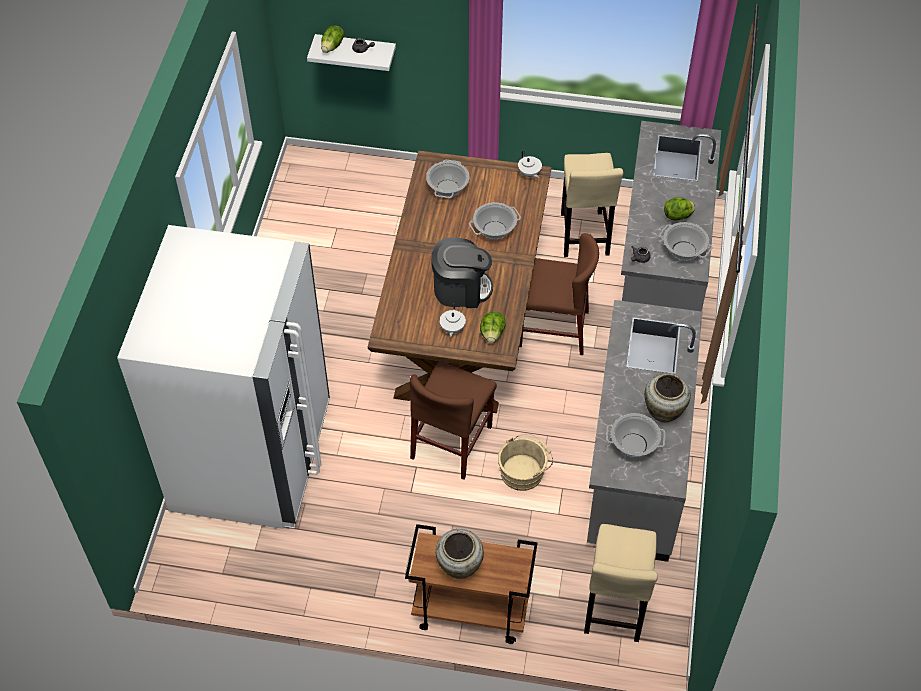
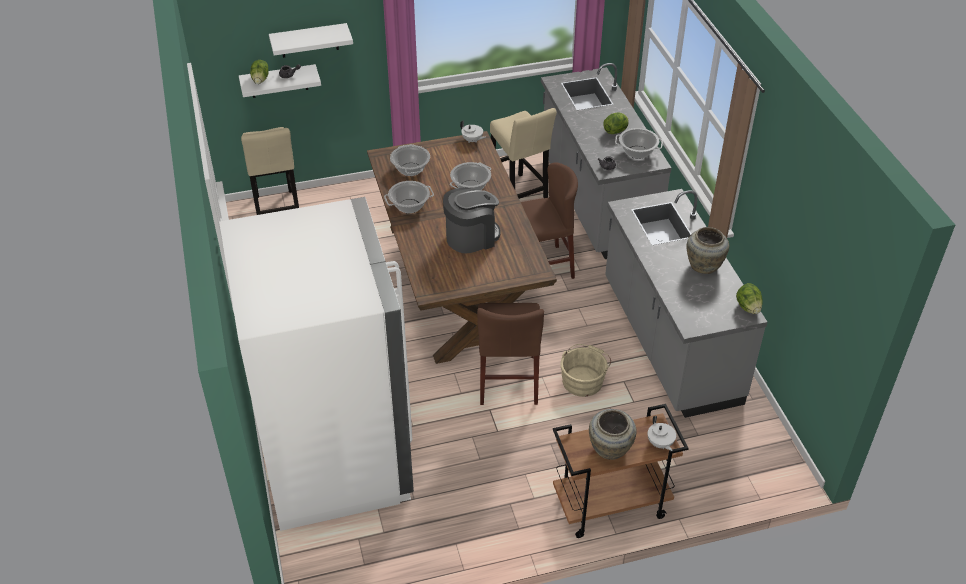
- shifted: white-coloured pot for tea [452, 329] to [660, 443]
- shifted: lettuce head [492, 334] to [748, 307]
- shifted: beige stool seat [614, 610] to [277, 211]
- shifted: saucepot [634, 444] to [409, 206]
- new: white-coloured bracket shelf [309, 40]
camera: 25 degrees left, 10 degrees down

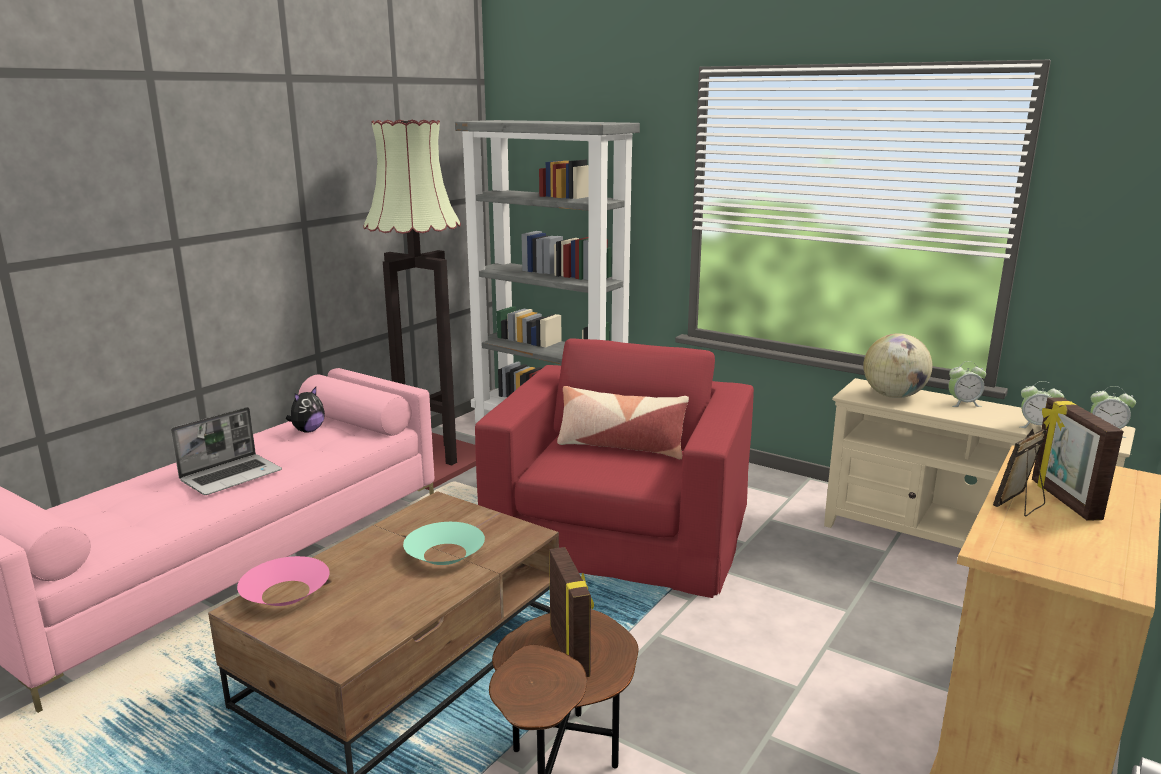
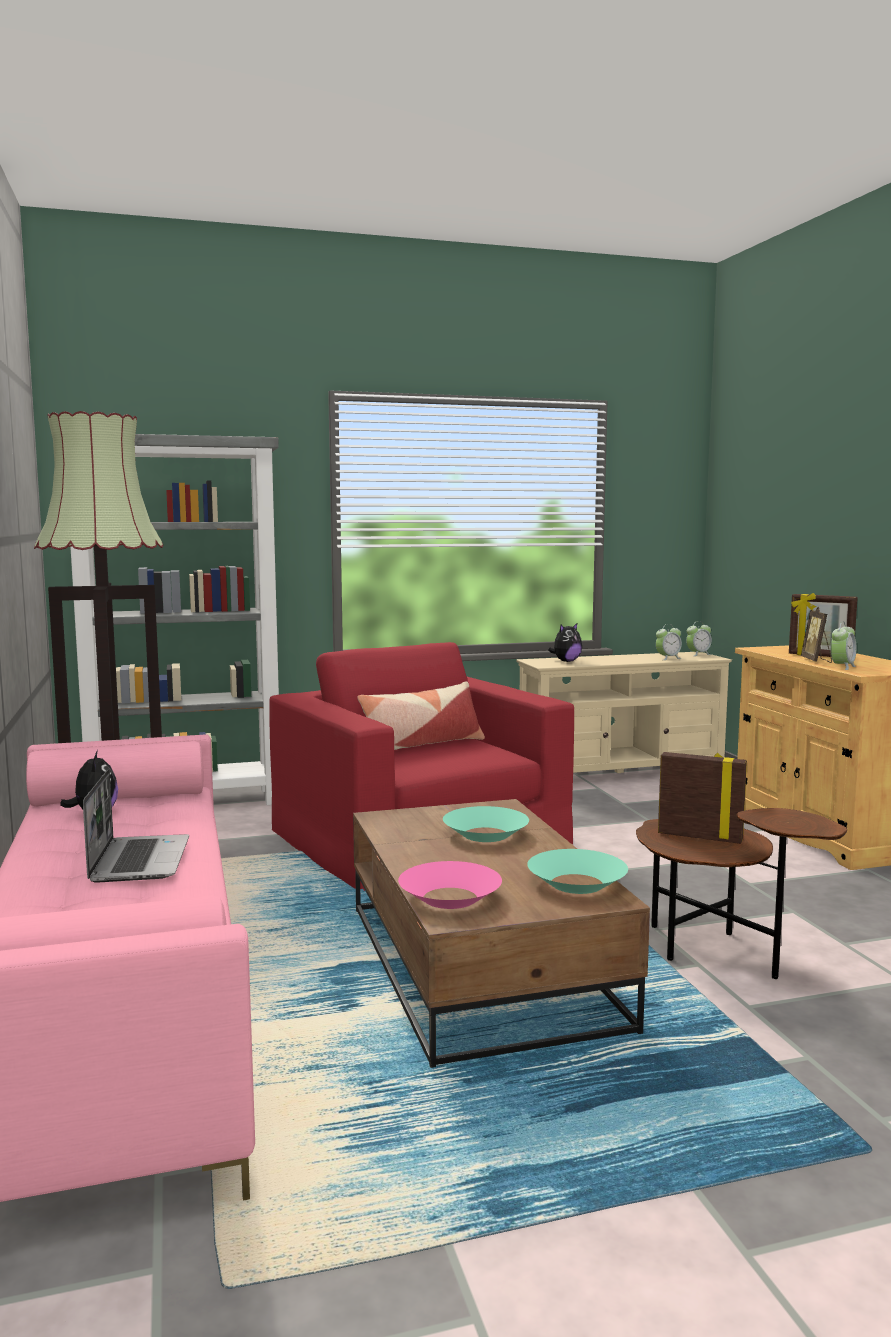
- swapped: world globe [893, 396] to cuddly toy [566, 661]
- shifted: alarm clock [963, 403] to [842, 667]
- new: turquoise-coloured deep dish [576, 883]
camera: 50 degrees left, 10 degrees down

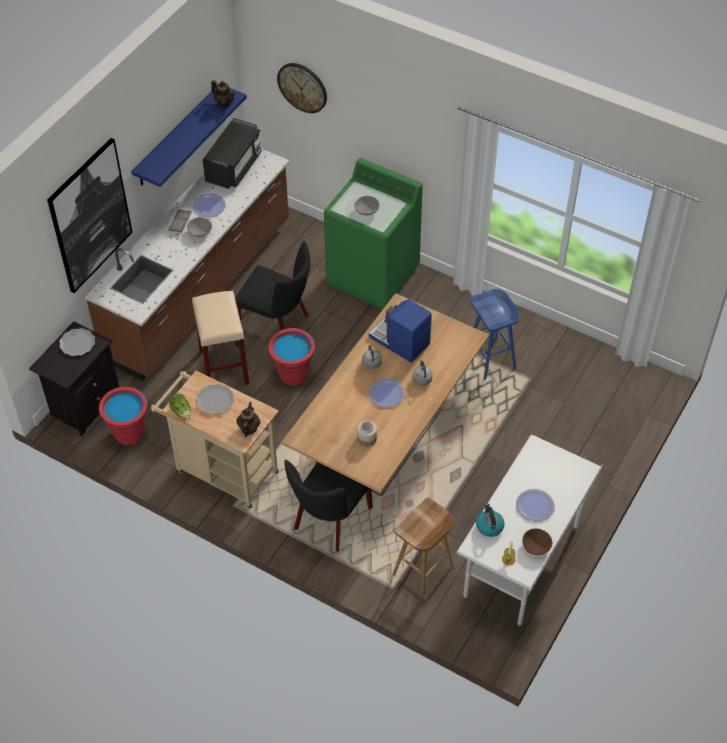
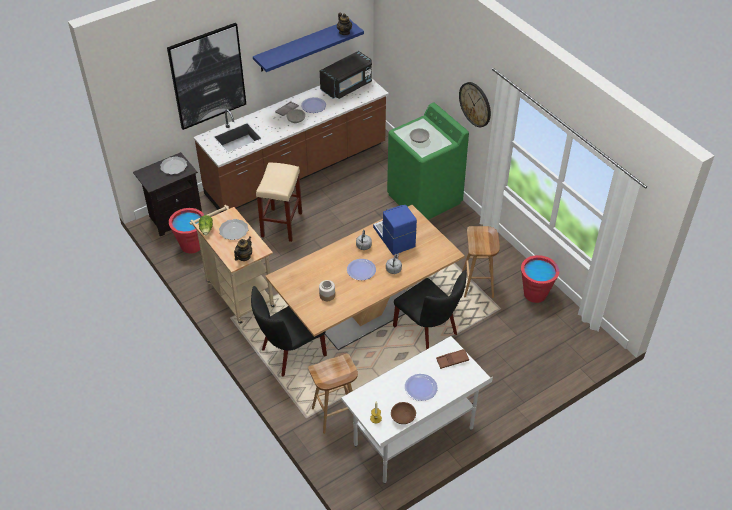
- shifted: black-coloured chair [277, 324] to [428, 332]
- shifted: reddish water bucket [293, 374] to [535, 294]
- shifted: wall clock [302, 87] to [475, 104]
- repainted: bluish stool seat [491, 359] to brown-coloured stool seat [478, 285]
- gone: tea kettle [489, 526]
- new: brown-coloured carrying tray [452, 360]
camera: 25 degrees right, 5 degrees down

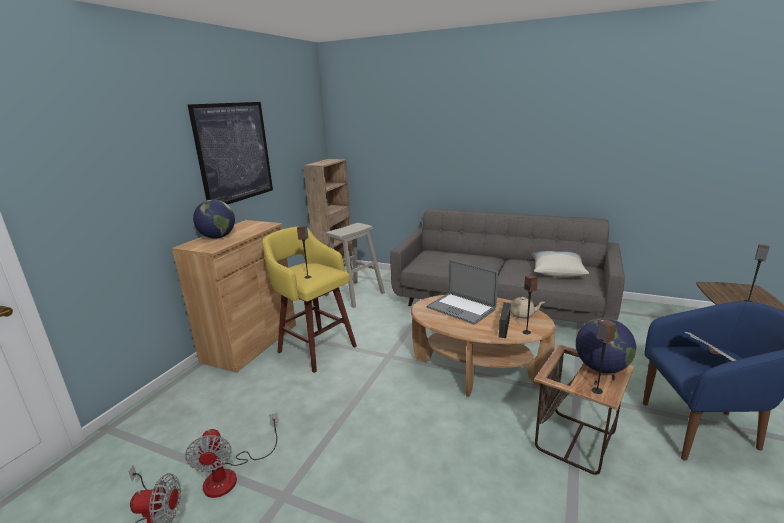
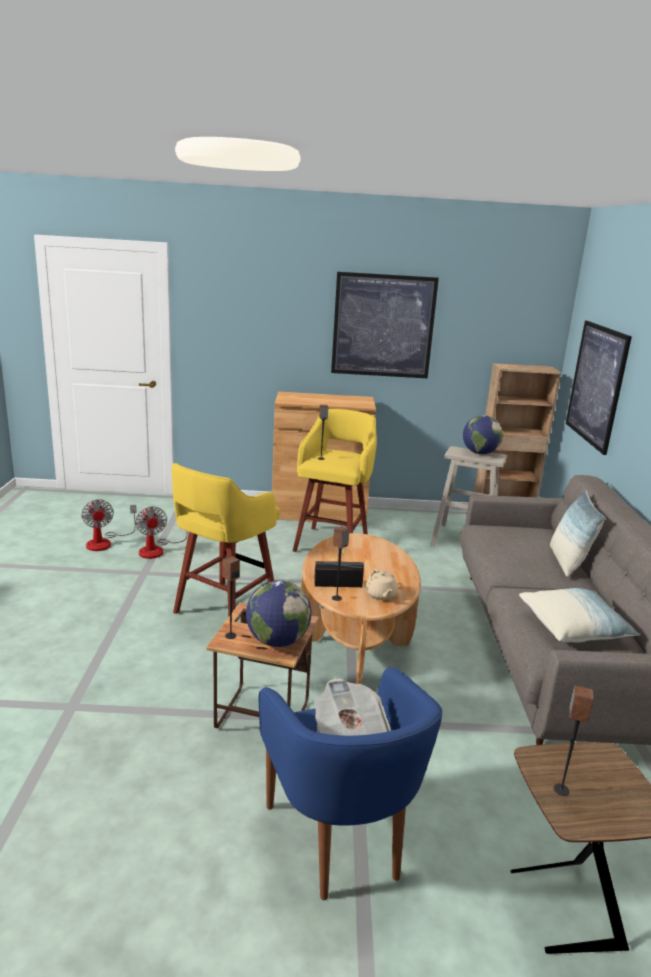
- rotated: electric fan [231, 475] = [157, 549] 75 degrees counterclockwise
- shifted: world globe [217, 237] to [479, 453]
- gone: laptop [461, 308]
- new: yellow stool seat [224, 610]
- new: cushion [567, 562]
- new: picture [596, 384]
camera: 65 degrees right, 0 degrees up

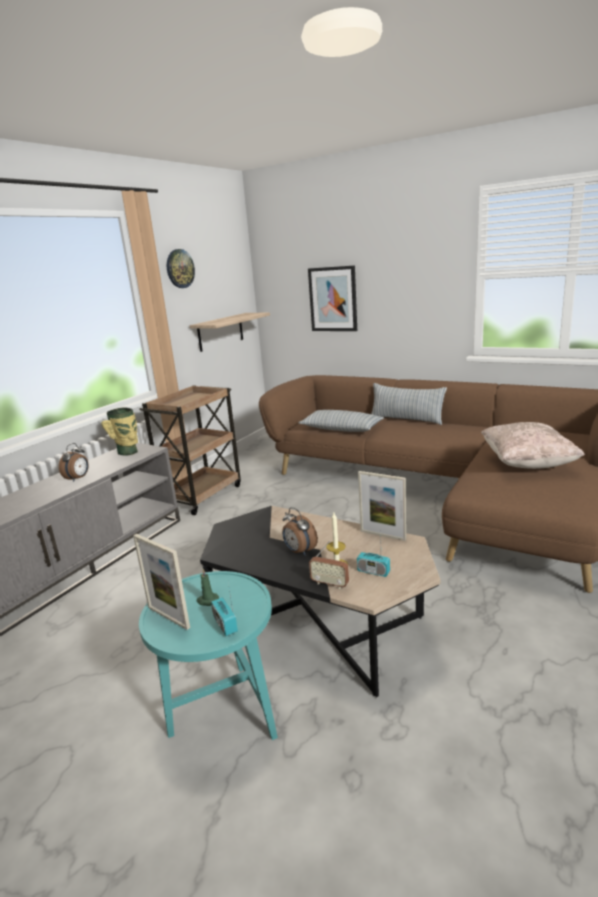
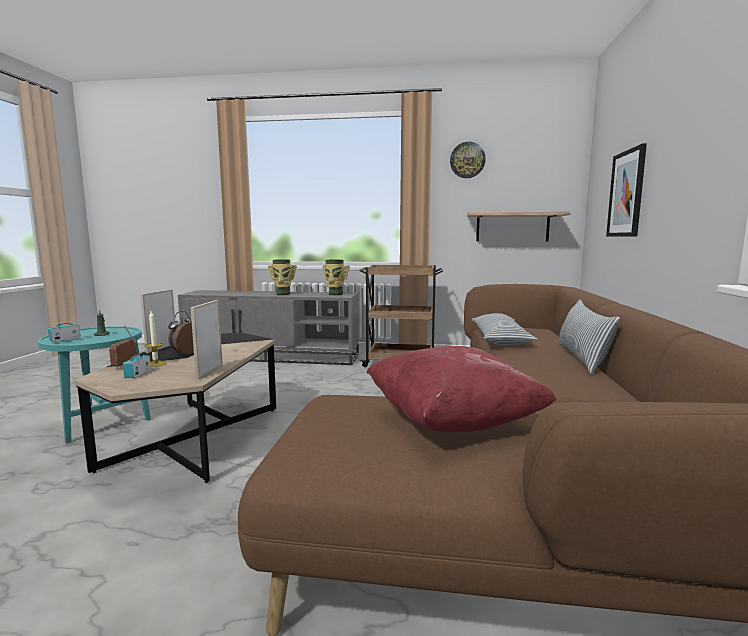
- swapped: alarm clock [78, 478] to vase [282, 294]
- shifted: standing frame [168, 617] to [161, 348]
- repainted: beige cushion [527, 463] to reddish cushion [452, 421]
camera: 65 degrees right, 10 degrees down

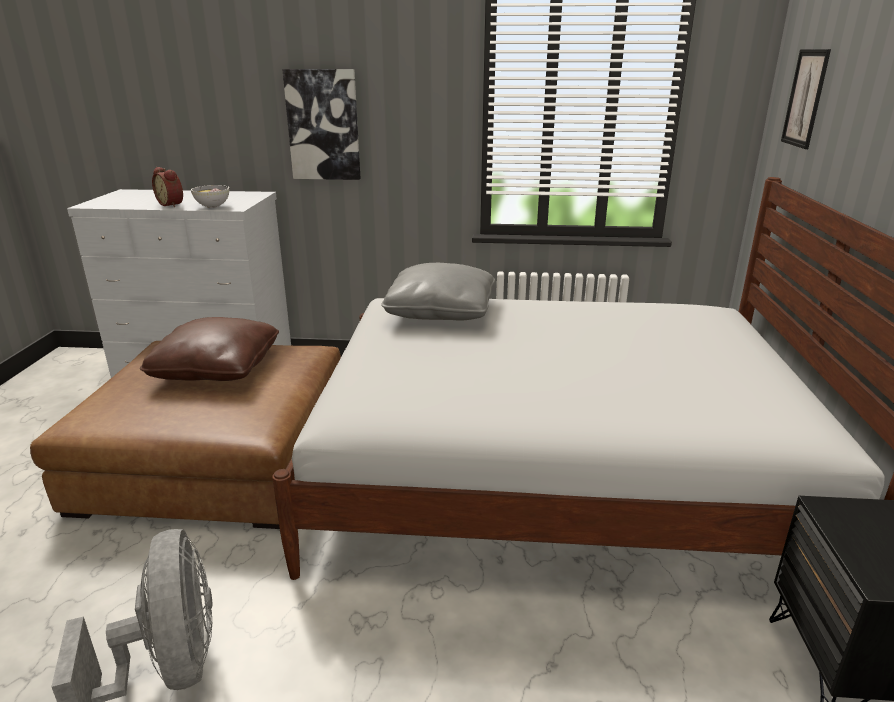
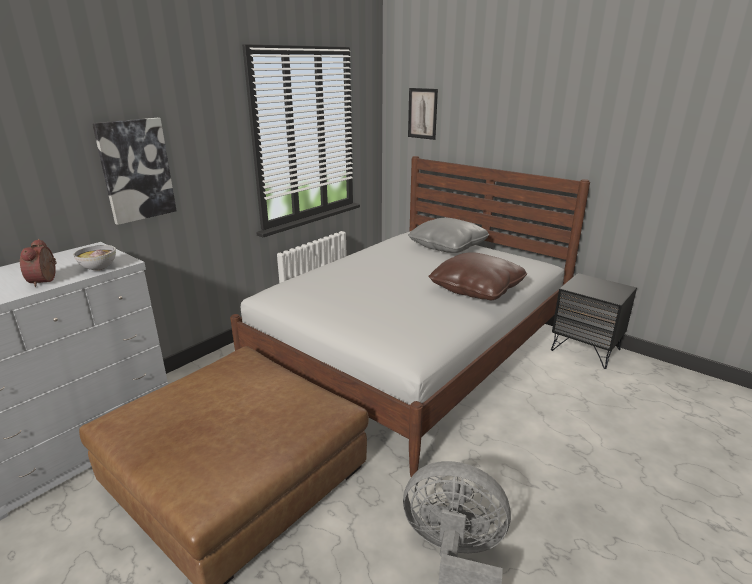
- shifted: brown-coloured cushion [216, 368] to [476, 289]
- rotated: alarm clock [172, 204] = [46, 281] 90 degrees clockwise
- shifted: gray cushion [440, 312] to [447, 247]
camera: 55 degrees left, 0 degrees up

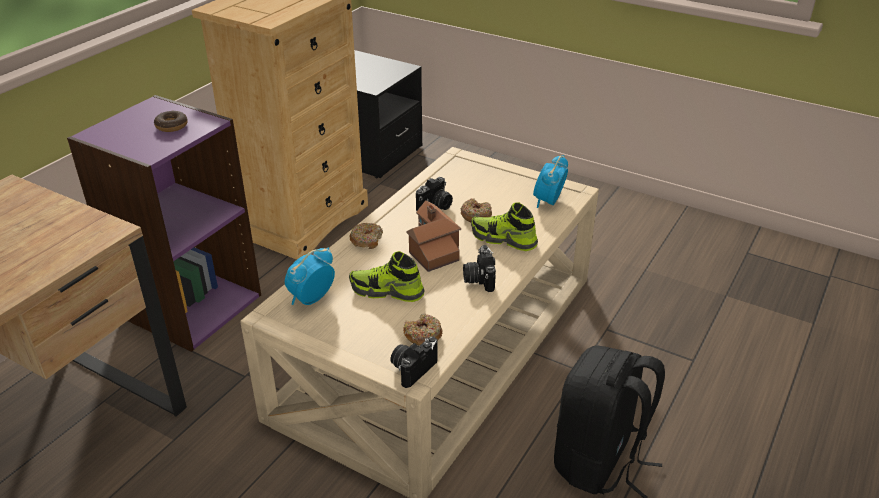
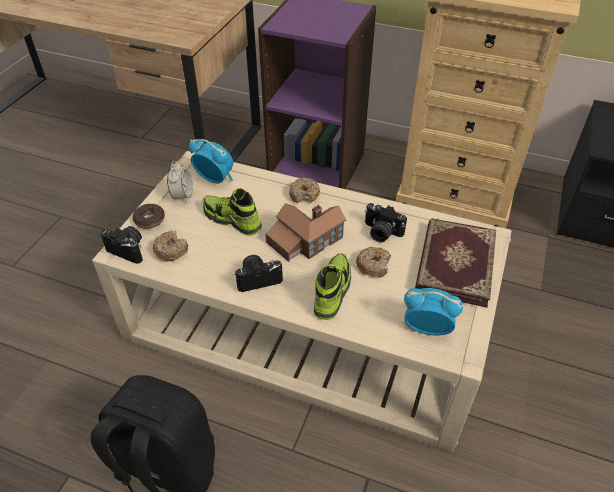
- shifted: doughnut [171, 126] to [149, 219]
- rotated: item of footwear [386, 291] = [232, 220] 60 degrees counterclockwise
- new: alarm clock [182, 195]
- new: book [454, 263]
camera: 80 degrees right, 10 degrees up

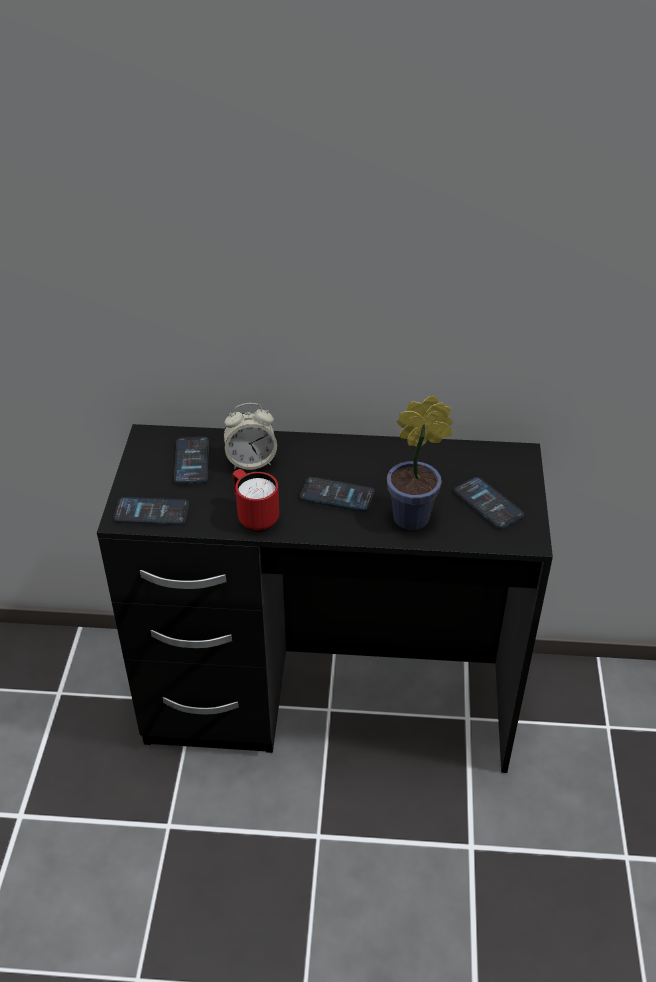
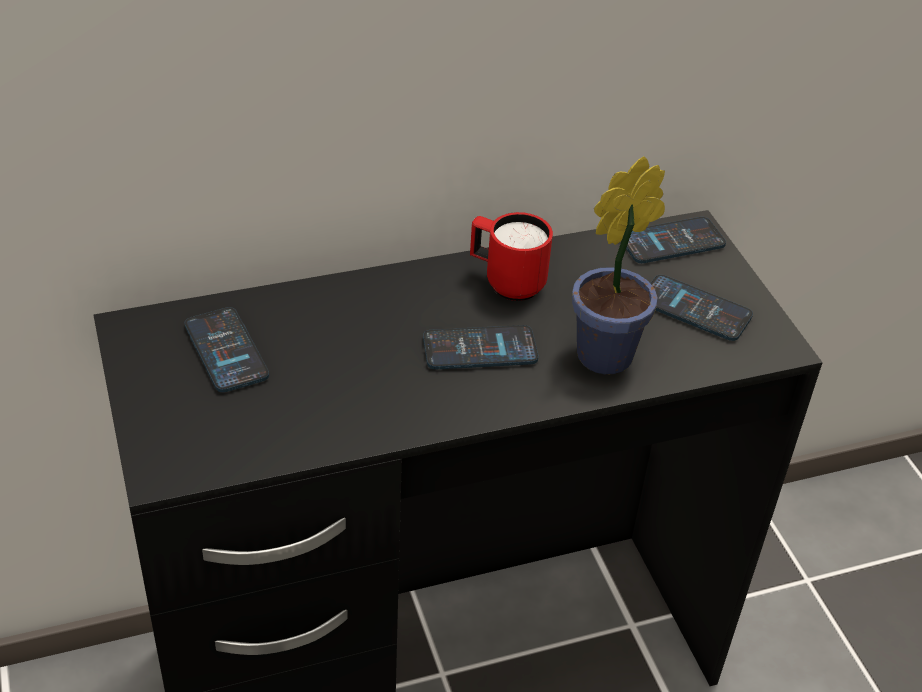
- shifted: telephone [151, 512] to [672, 242]
- gone: alarm clock [251, 461]
- shifted: reddish coffee mug [254, 516] to [506, 282]
camera: 25 degrees left, 0 degrees up

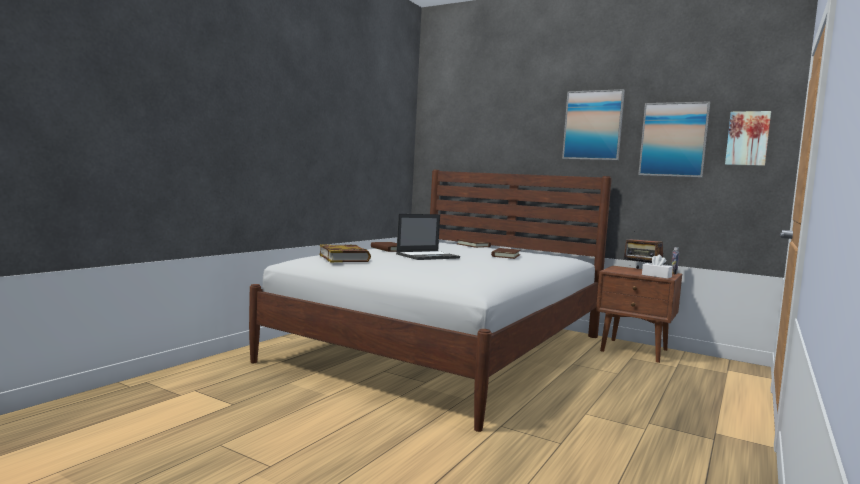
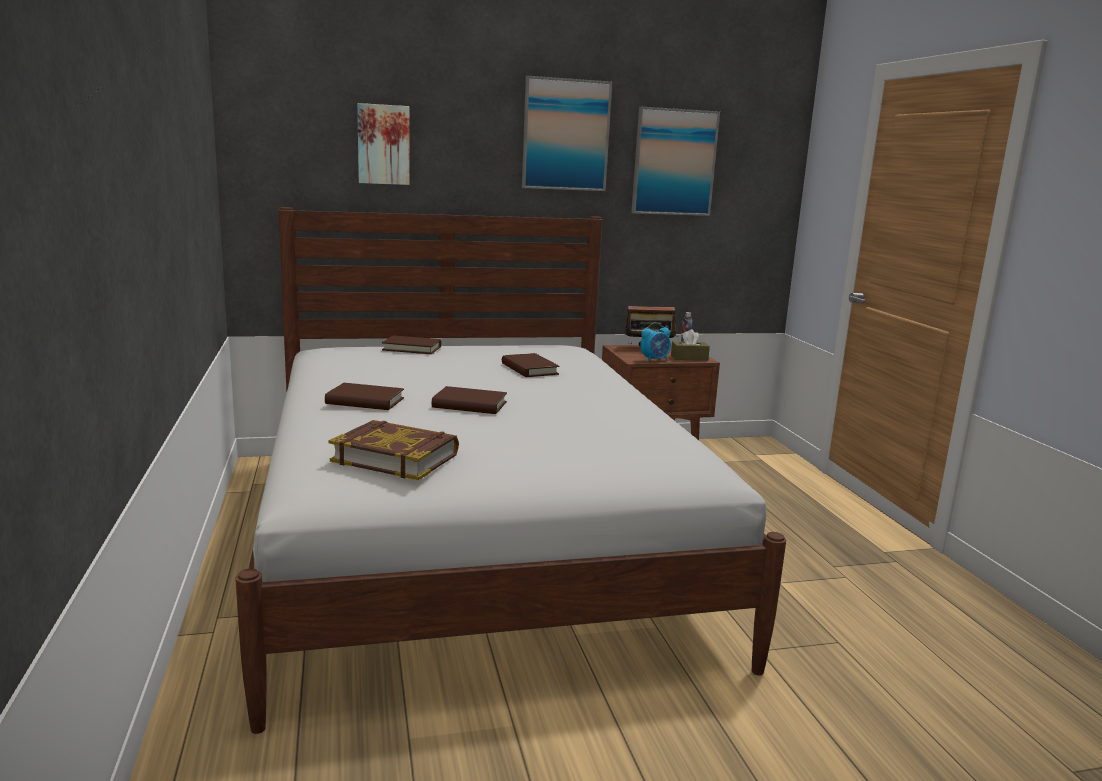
- swapped: laptop [428, 256] to brown-coloured book [469, 405]
- repainted: white-coloured tissue box [656, 276] to brown-coloured tissue box [689, 358]
- shifted: picture [747, 138] to [383, 144]
- new: alarm clock [655, 360]
camera: 45 degrees left, 10 degrees up

